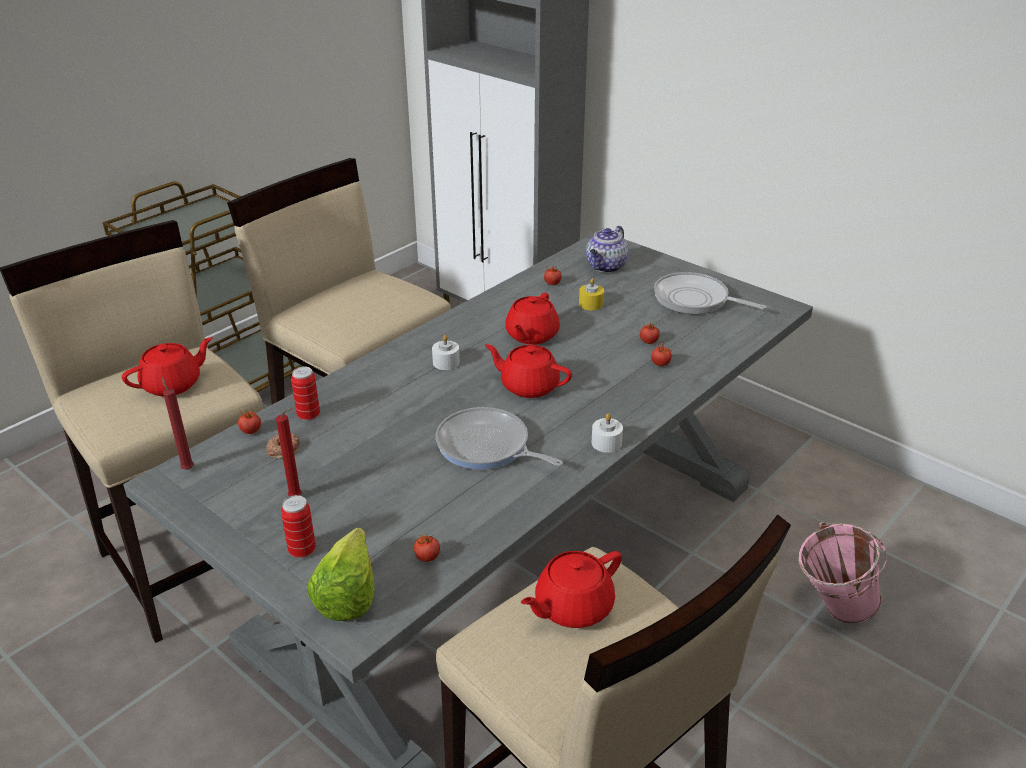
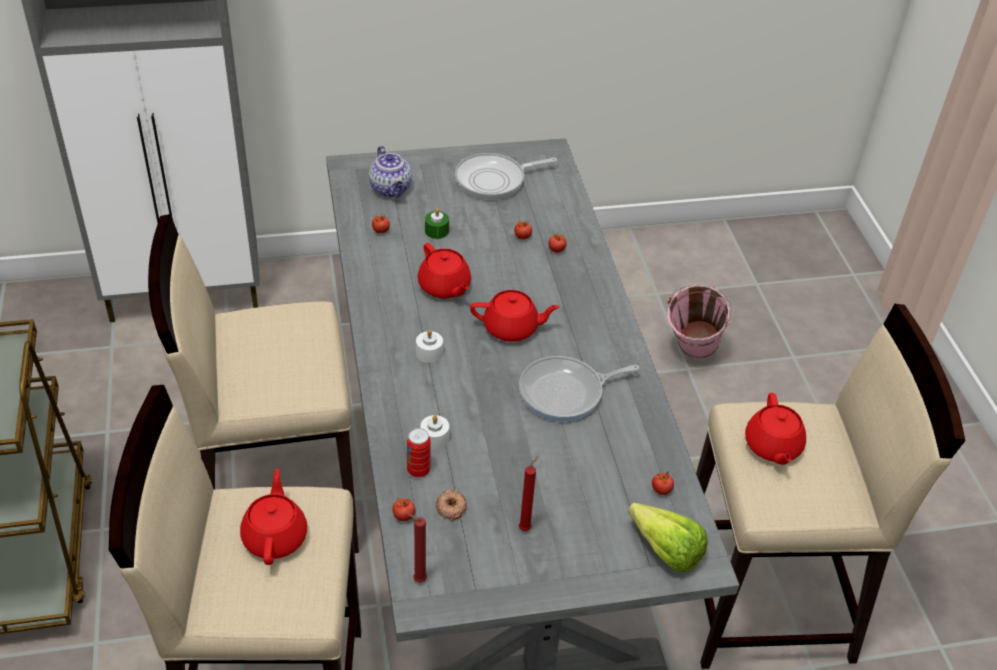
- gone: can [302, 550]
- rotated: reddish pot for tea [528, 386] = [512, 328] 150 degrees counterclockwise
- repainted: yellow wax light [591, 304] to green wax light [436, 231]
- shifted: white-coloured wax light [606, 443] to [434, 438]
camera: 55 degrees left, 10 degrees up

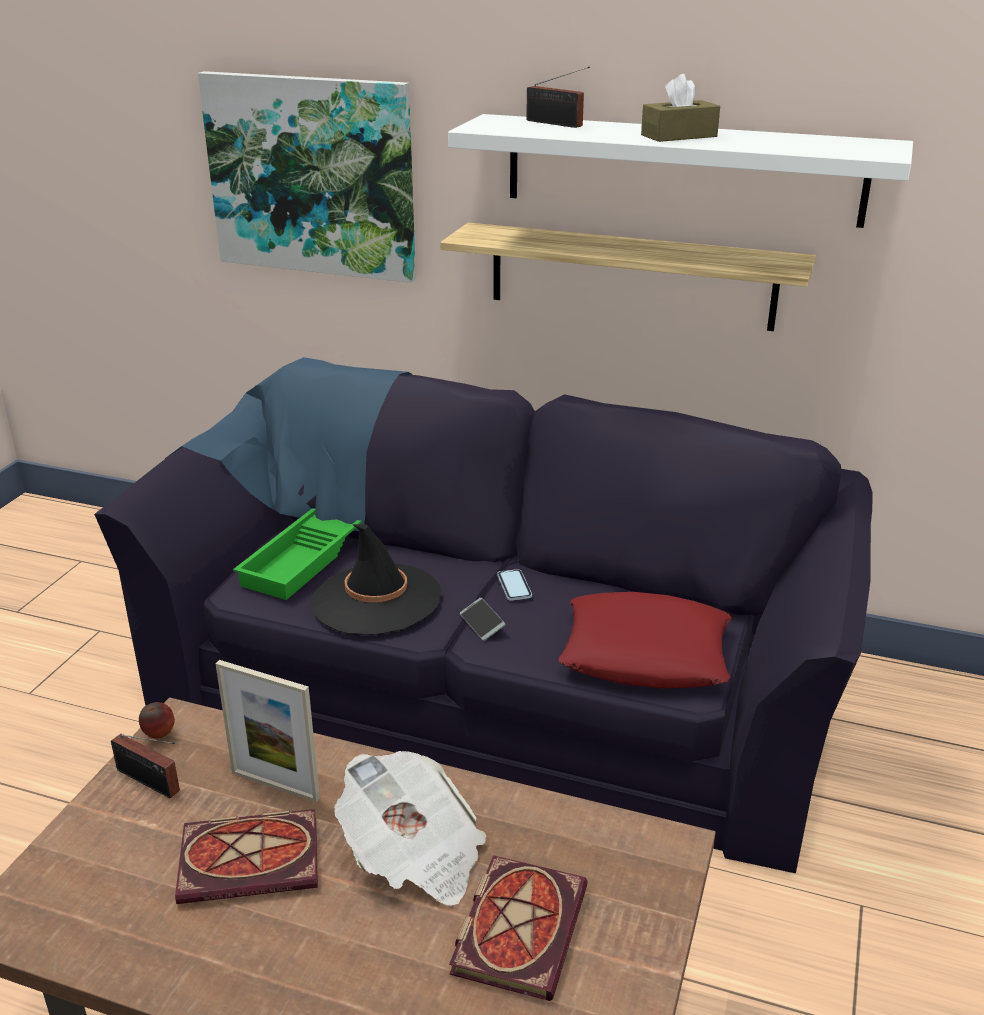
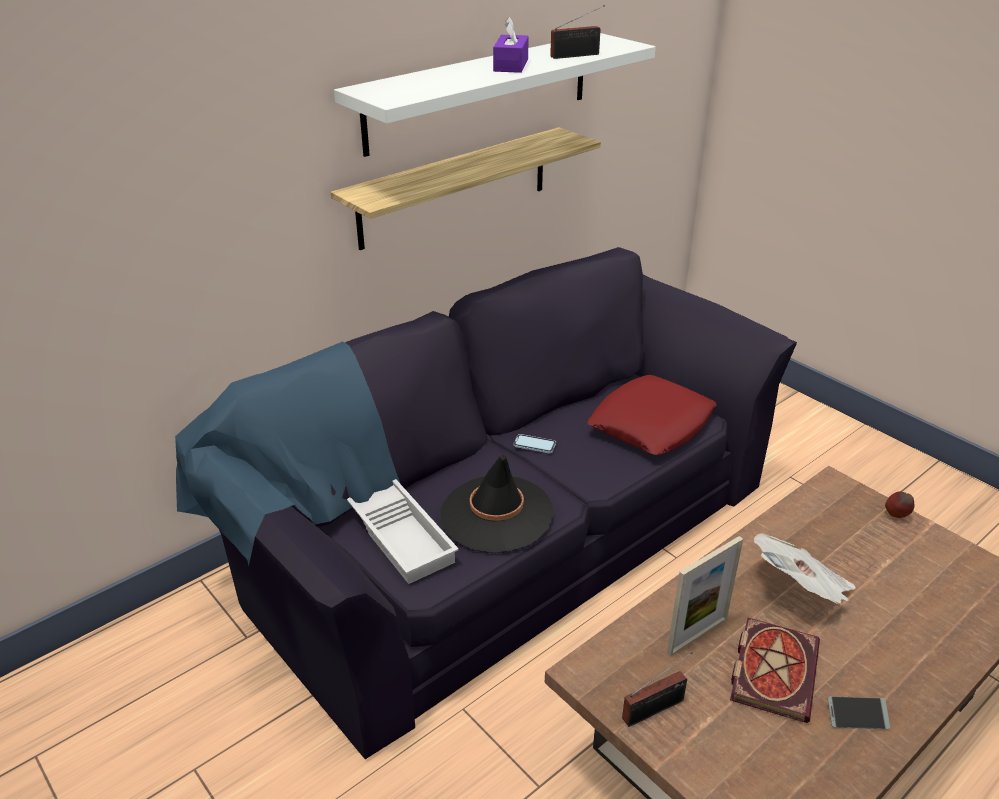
- shifted: apple [159, 736] to [896, 516]
- gone: picture [312, 176]
- repainted: green carrying tray [306, 559] to white-coloured carrying tray [401, 533]
- gone: book [518, 926]
- shifted: telephone [482, 624] to [857, 717]
- shifted: radio [556, 124] to [577, 55]
- repainted: brown-coloured tissue box [679, 136] to purplish tissue box [511, 65]
camera: 60 degrees left, 5 degrees up

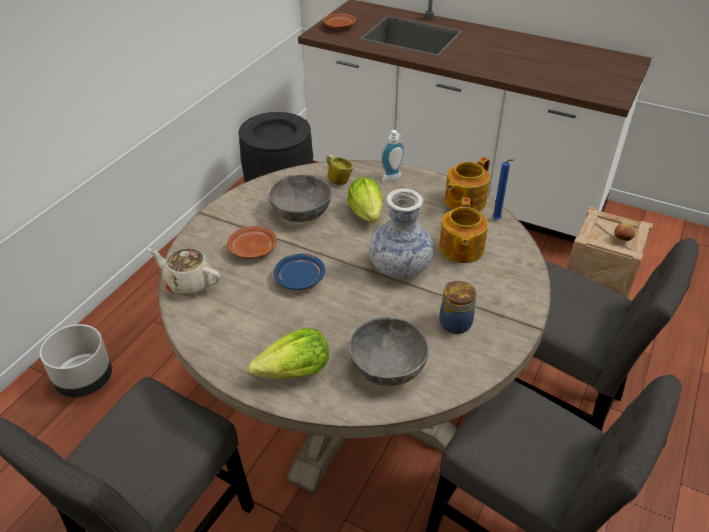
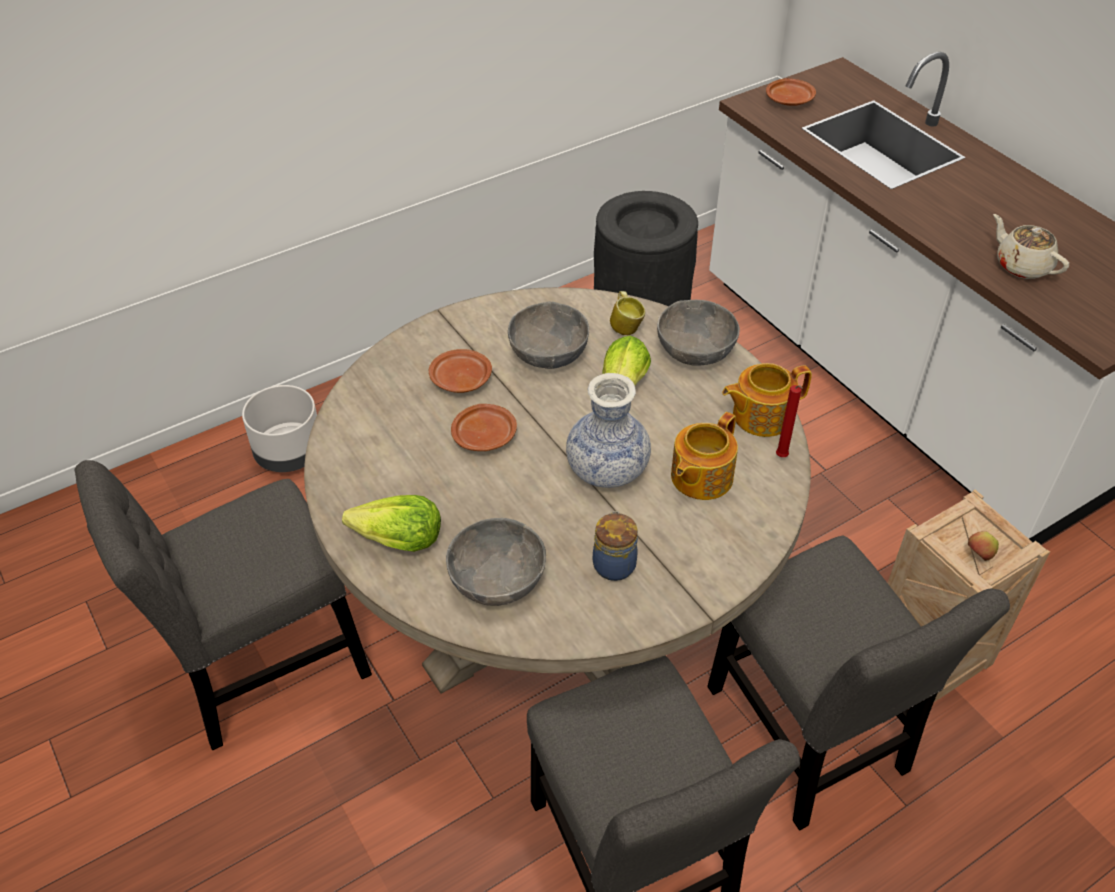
- shifted: beige pot for tea [189, 283] to [1021, 265]
- repainted: bluish plate [300, 278] to brown-coloured plate [485, 436]
- swapped: soap bottle [393, 179] to gray deep dish [695, 350]
- repainted: bluish wax light [497, 220] to reddish wax light [782, 458]
camera: 30 degrees right, 5 degrees up

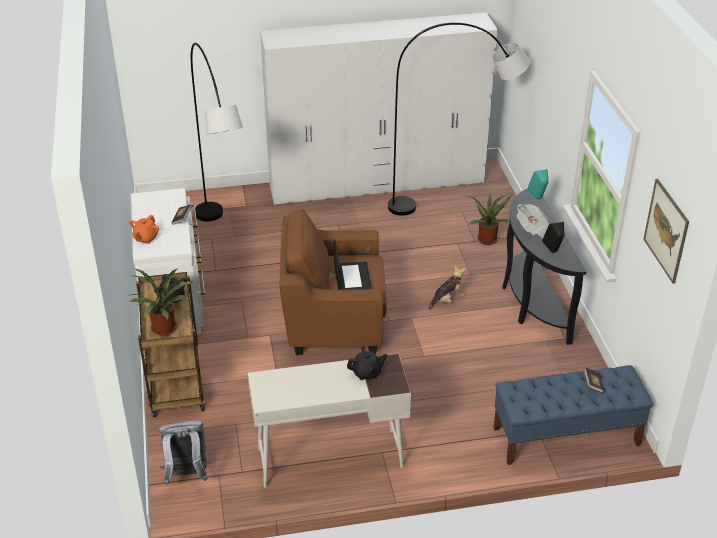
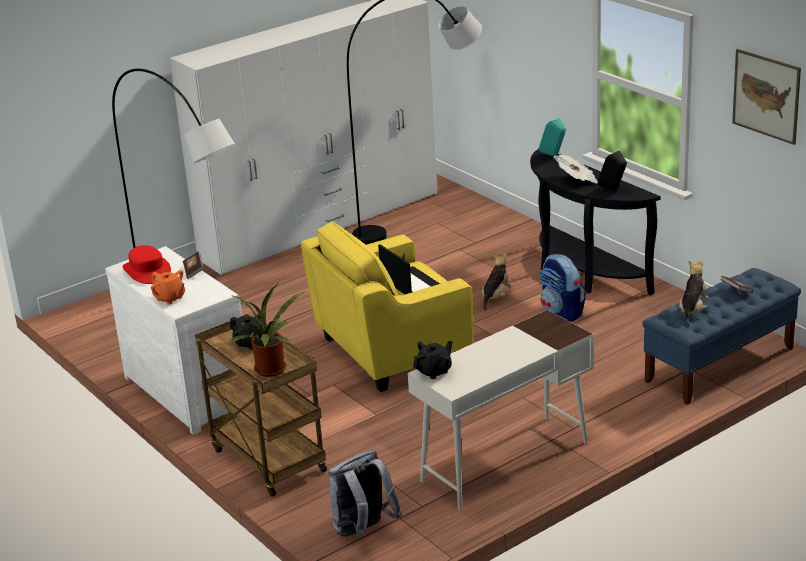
- rotated: orange pot for tea [145, 238] = [169, 298] 45 degrees counterclockwise
- repainted: brown-coloured armchair [334, 320] to yellow armchair [392, 350]
- shifted: black-coloured pot for tea [367, 373] to [434, 371]
- gone: potted plant [487, 238]
- new: reddish hat [147, 271]
- new: knapsack [562, 312]
- new: cuddly toy [692, 311]
camera: 25 degrees left, 10 degrees down

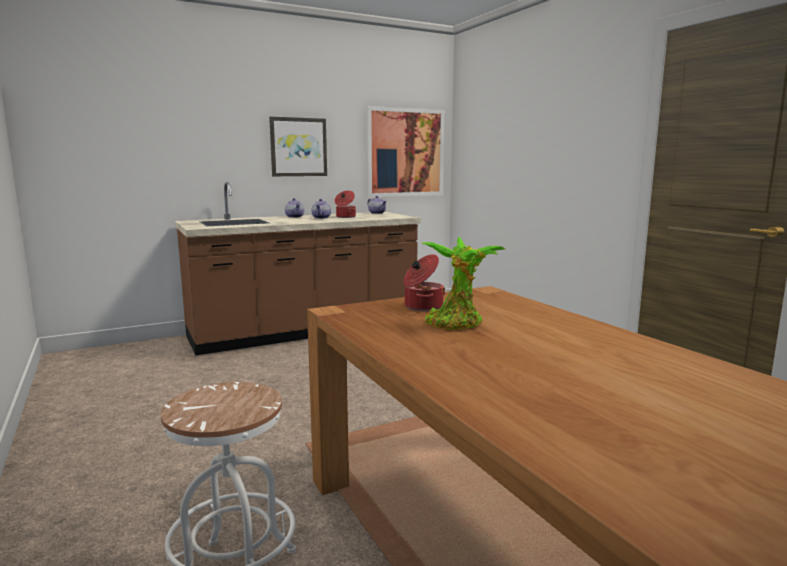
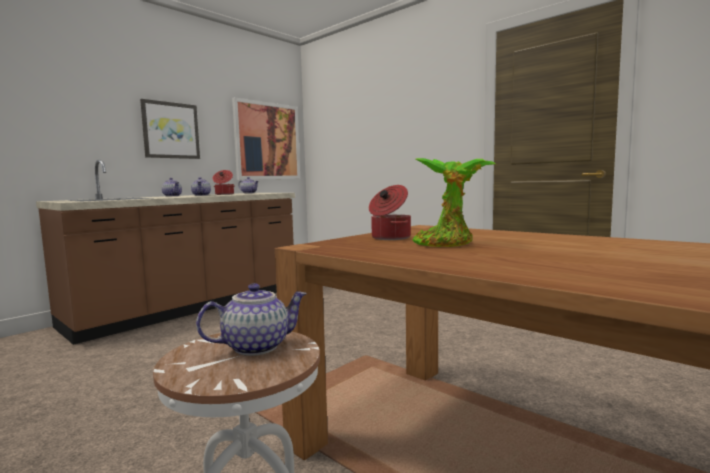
- new: pot for tea [256, 346]
camera: 20 degrees left, 5 degrees down

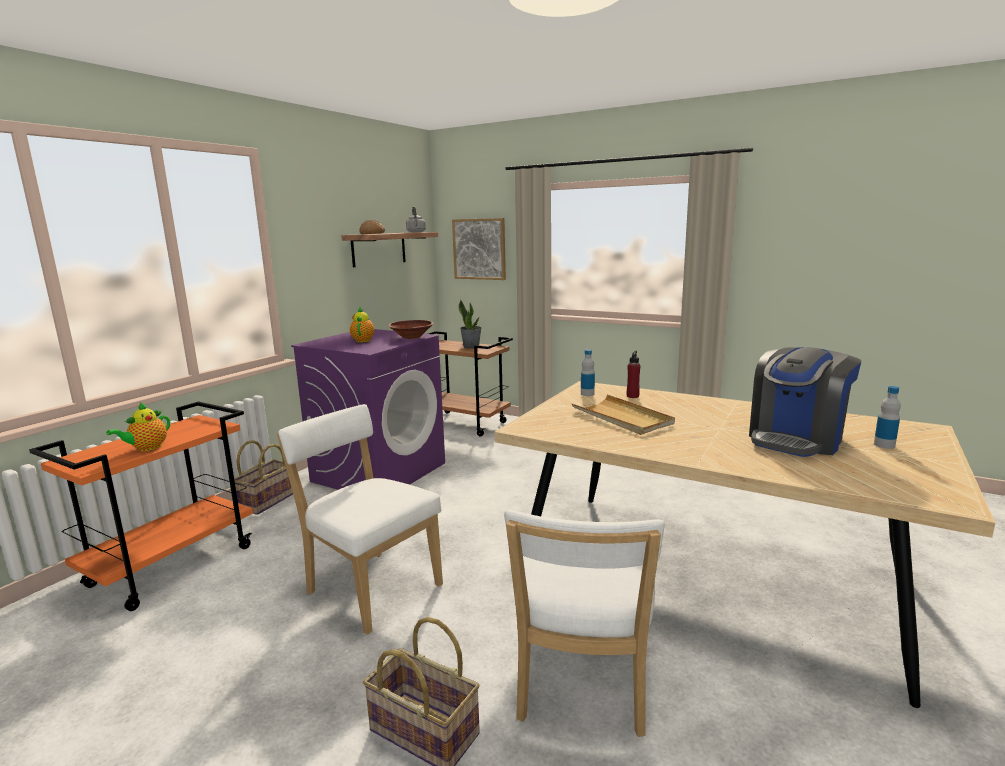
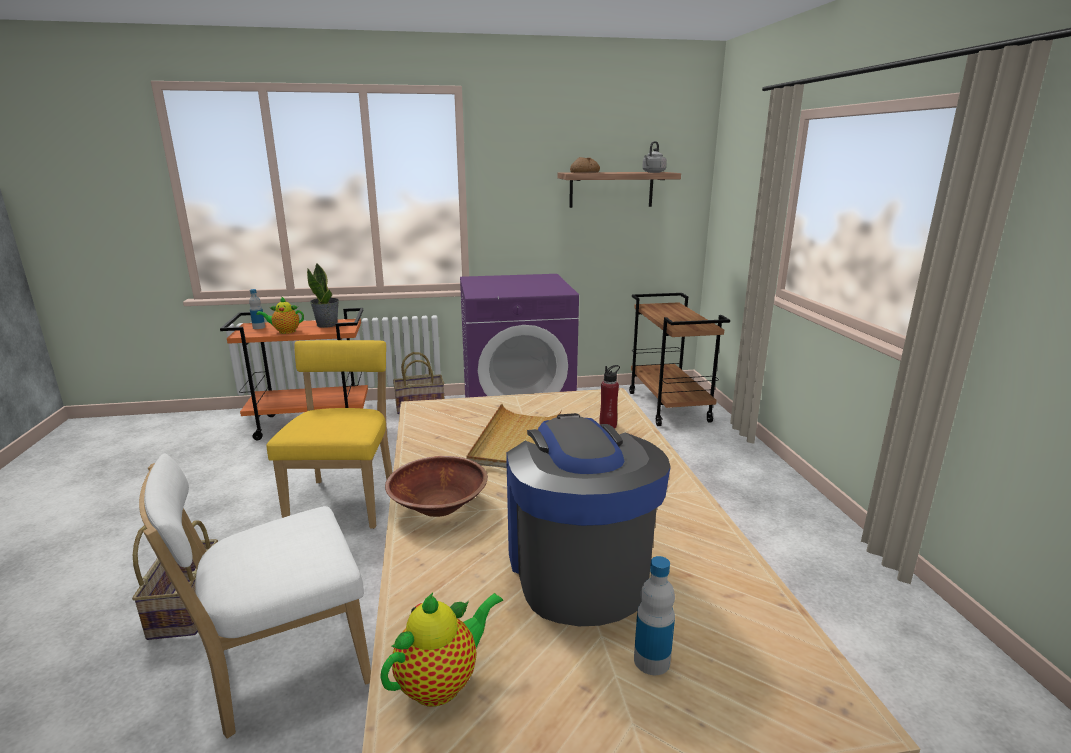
- repainted: white-coloured chair [370, 587] to yellow chair [345, 500]
- shifted: pot for tea [363, 340] to [442, 682]
- shifted: brown-coloured deep dish [411, 337] to [439, 506]
- gone: picture [479, 249]
- shifted: potted plant [471, 347] to [327, 324]
- shifted: bottle [587, 394] to [259, 327]
- rotated: coffee brewer [796, 439] = [577, 568] 75 degrees clockwise
camera: 50 degrees right, 5 degrees up

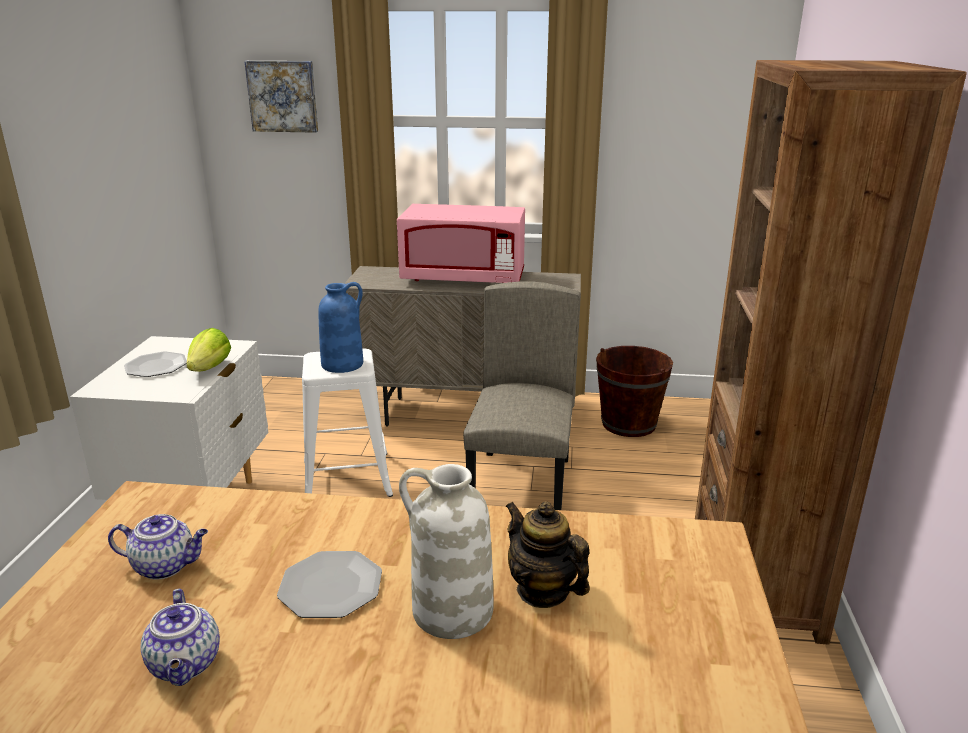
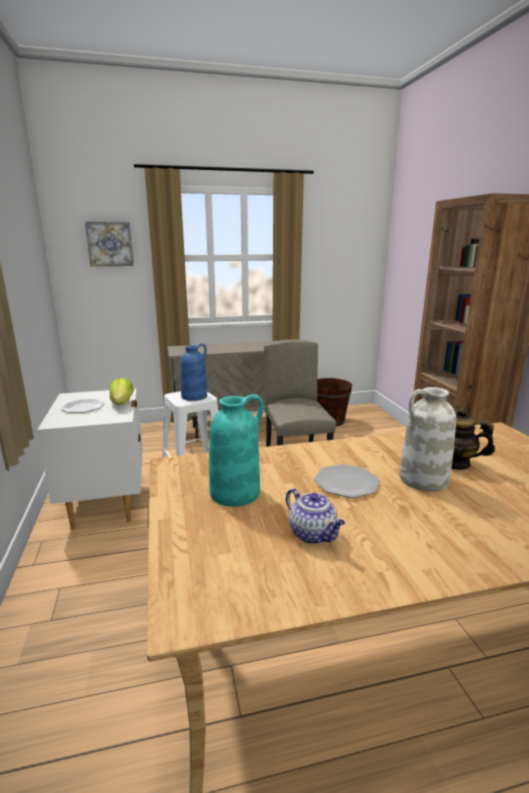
- swapped: pot for tea [166, 566] to turquoise-coloured vase [235, 492]
- gone: pink-coloured microwave [464, 278]
camera: 20 degrees left, 5 degrees down

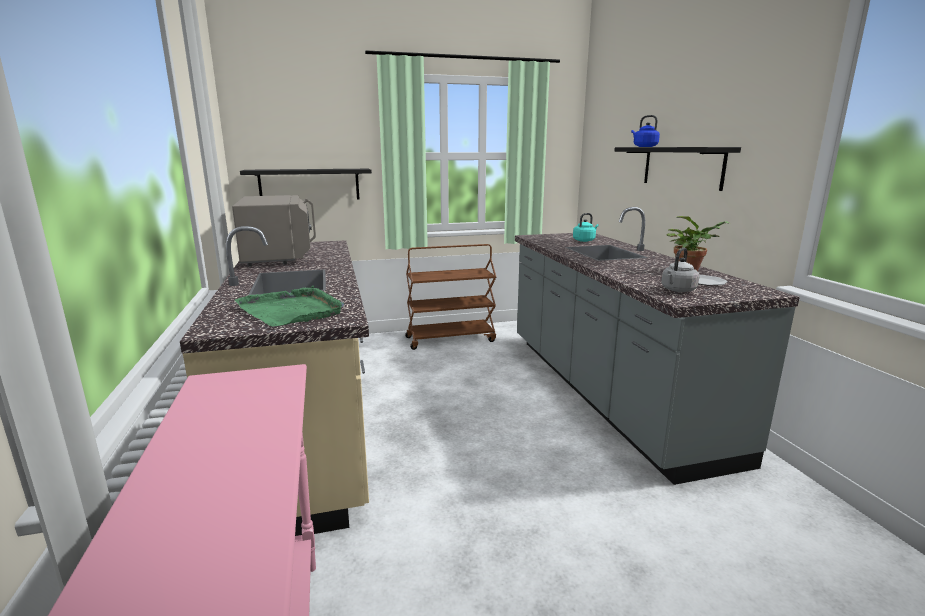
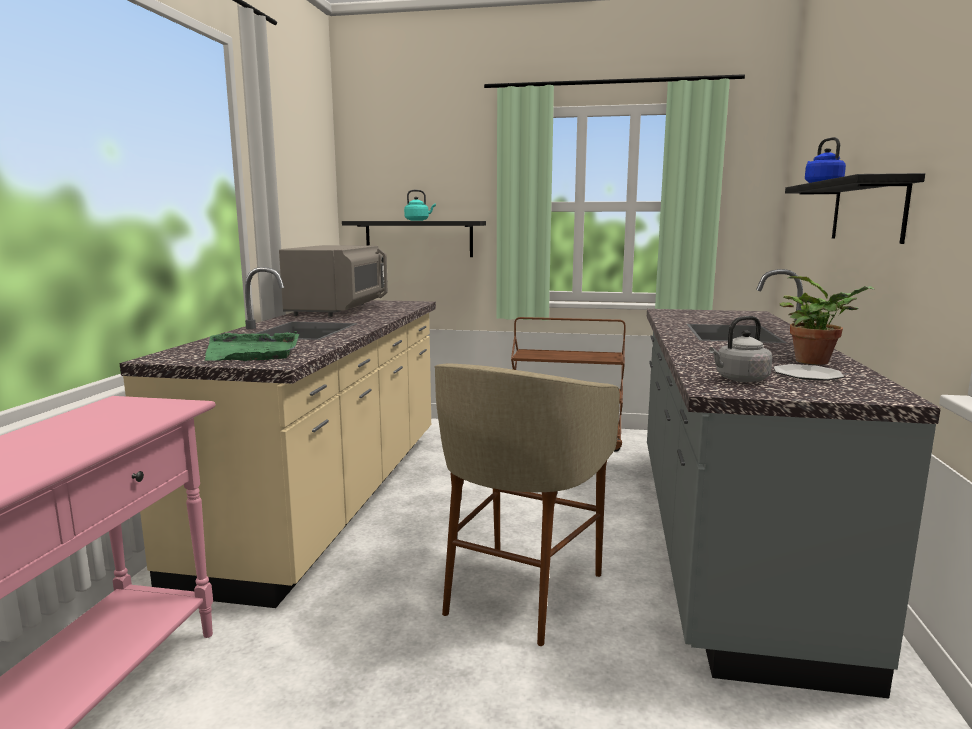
- shifted: turquoise-coloured tea kettle [584, 240] to [418, 220]
- new: beige stool seat [520, 592]
camera: 25 degrees right, 5 degrees down

